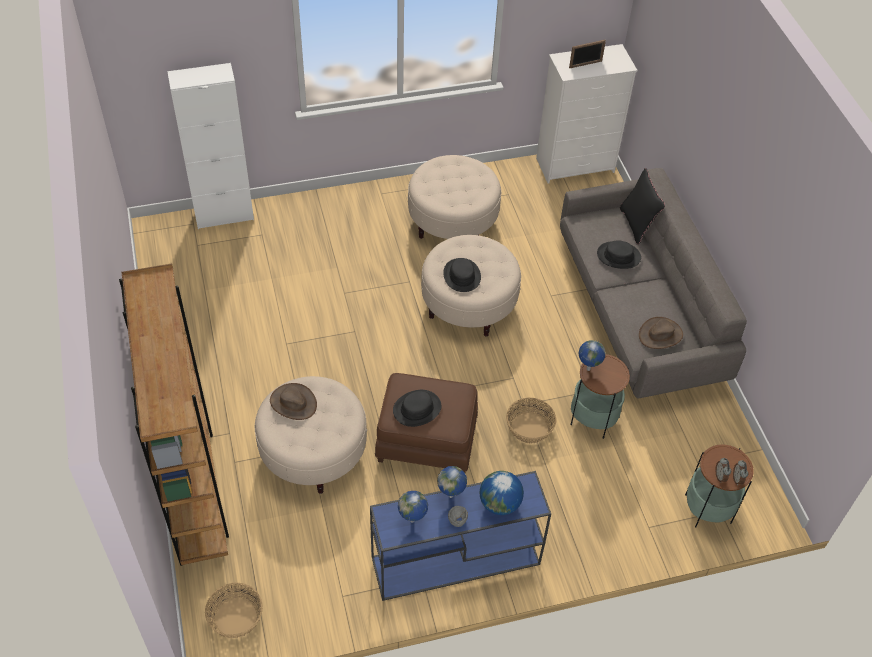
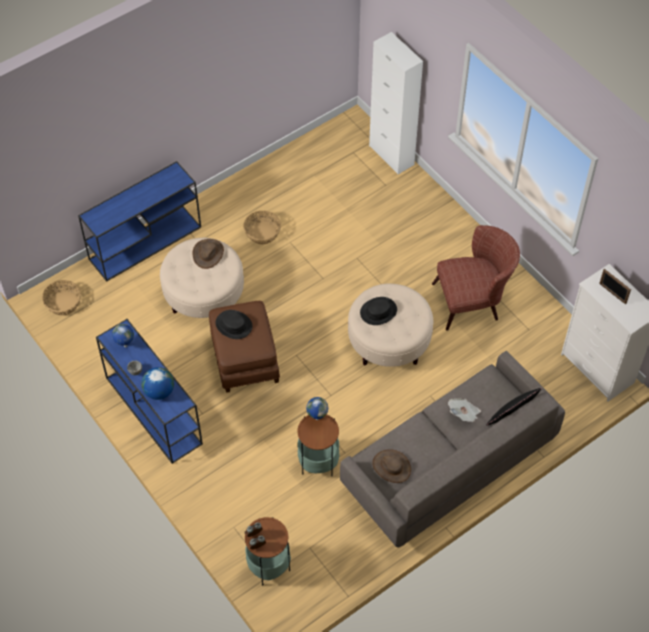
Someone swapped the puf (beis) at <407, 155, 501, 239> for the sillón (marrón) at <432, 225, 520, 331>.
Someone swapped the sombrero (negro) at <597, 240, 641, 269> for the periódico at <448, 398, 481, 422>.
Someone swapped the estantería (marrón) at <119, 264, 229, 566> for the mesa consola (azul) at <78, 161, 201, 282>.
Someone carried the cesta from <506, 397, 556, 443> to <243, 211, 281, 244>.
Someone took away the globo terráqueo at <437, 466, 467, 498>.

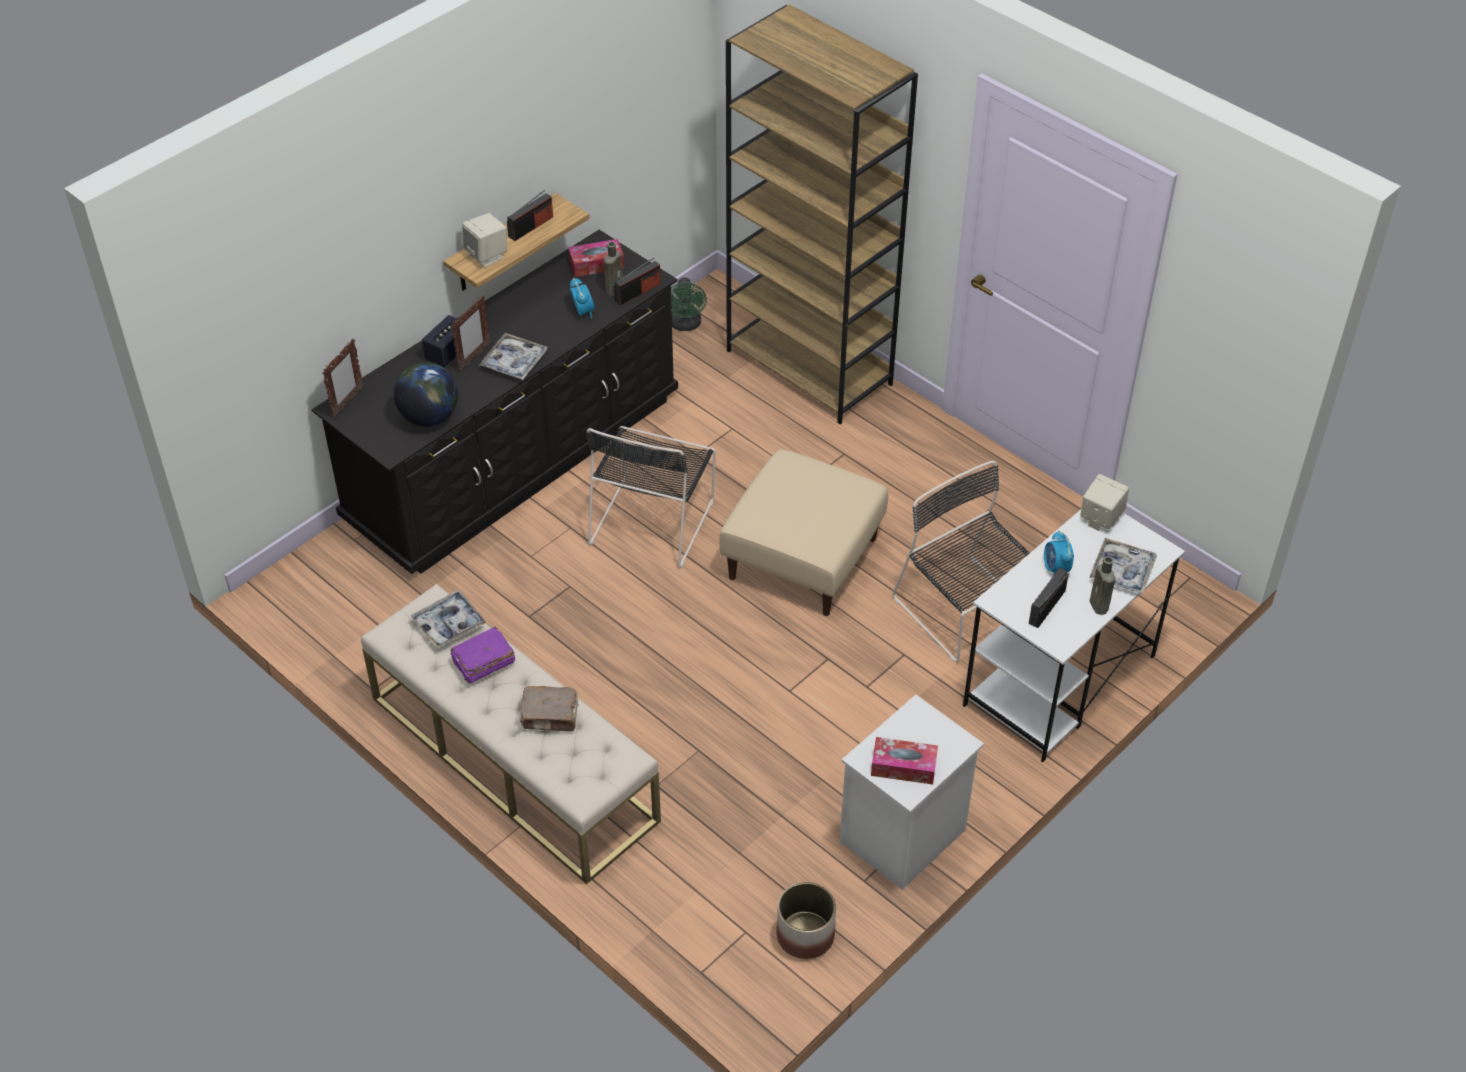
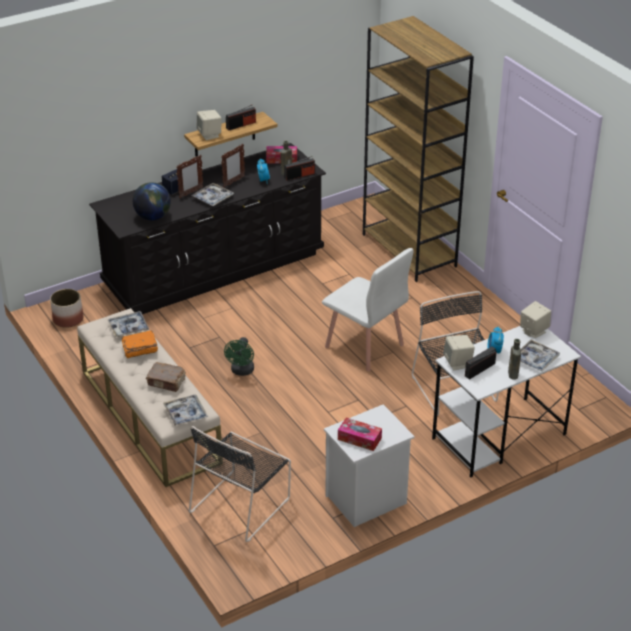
Someone carried the ventilador (verde) from <671, 277, 707, 331> to <224, 337, 254, 376>.
Someone carried the portarretratos from <322, 339, 363, 418> to <221, 144, 245, 188>.
Someone carried the silla (negro) from <586, 426, 716, 569> to <189, 426, 291, 542>.
Someone swapped the puf (beis) at <719, 449, 888, 616> for the silla (blanco) at <322, 248, 414, 371>.
Someone repainted the libro (morado) at <451, 627, 515, 684>, which became the libro (naranja) at <121, 330, 158, 358>.
Someone carried the maceta from <776, 882, 836, 959> to <50, 289, 83, 328>.
Someone put down the altavoz (beis) at <443, 335, 475, 370>.
Someone put down the bandeja at <163, 395, 208, 426>.

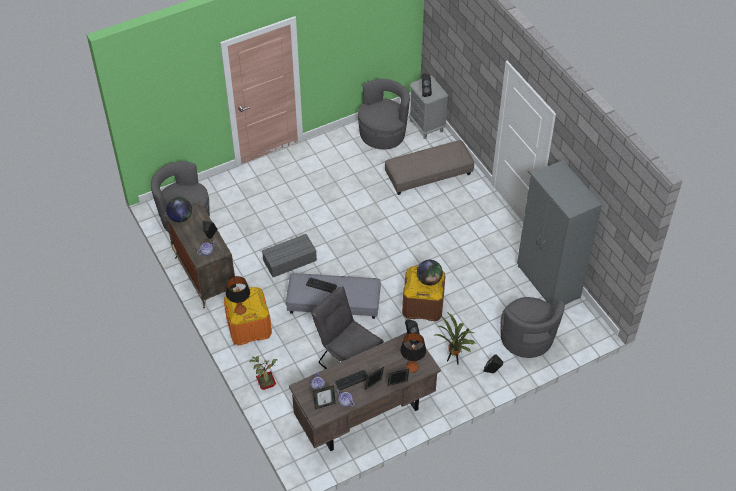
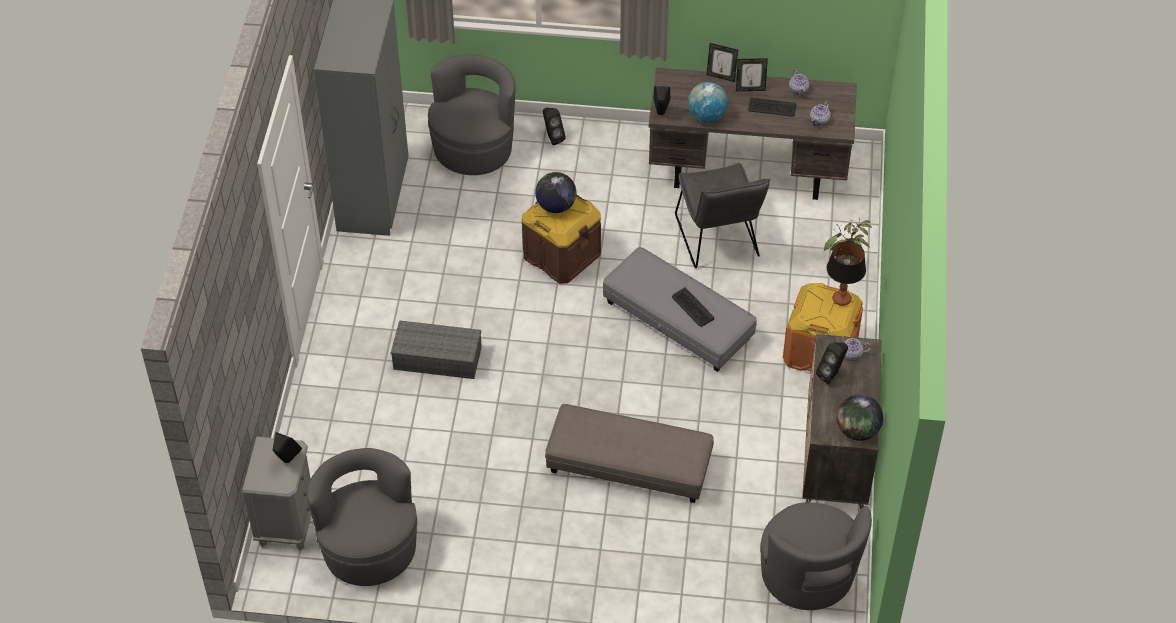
Someone rotated the sillón (gris) at <358, 79, 410, 149> by 90 degrees clockwise.
Someone carried the puf (gris) from <385, 140, 474, 195> to <545, 404, 714, 503>.
Someone carried the caja de almacenaje (gris) from <262, 234, 317, 277> to <391, 320, 482, 379>.
Someone took away the planta en maceta at <433, 312, 475, 365>.
Someone took away the lámpara de mesa at <400, 333, 426, 373>.
Someone took away the portarretratos at <313, 385, 335, 409>.
Someone put down the globo terráqueo at <688, 82, 728, 123>.

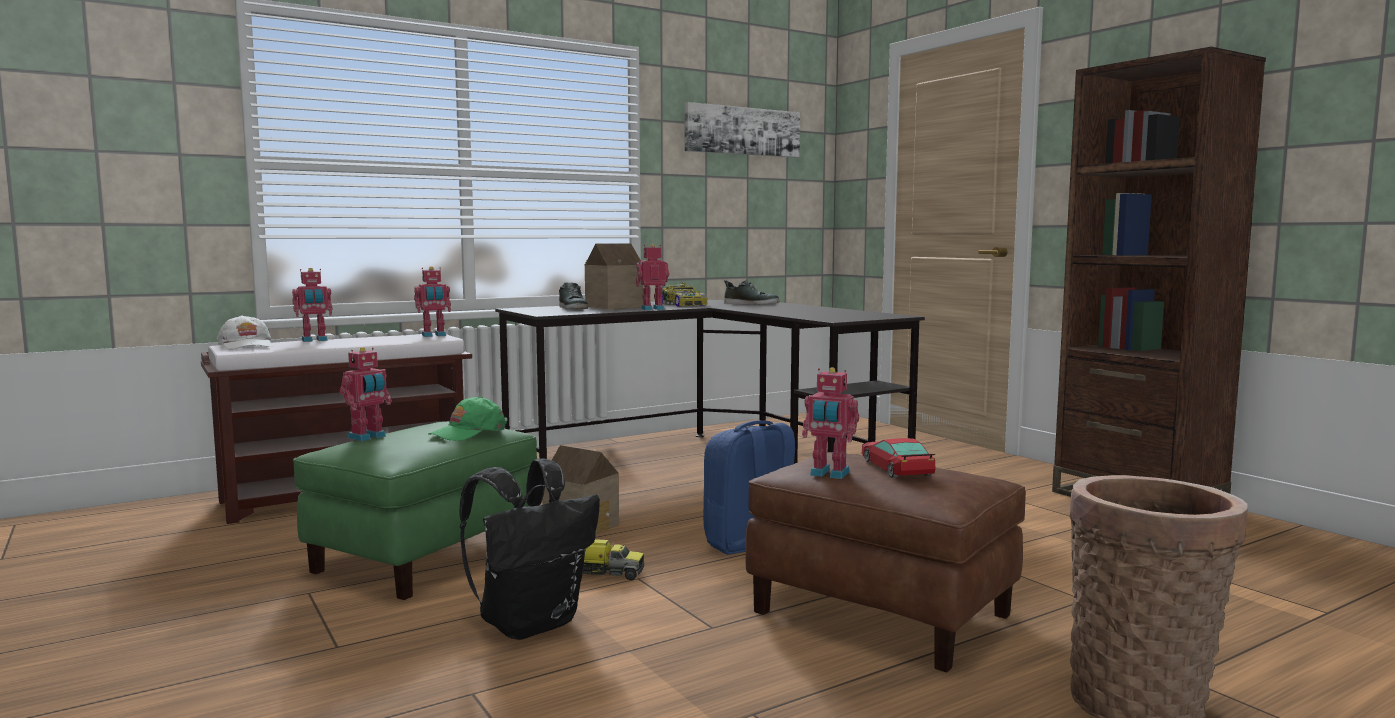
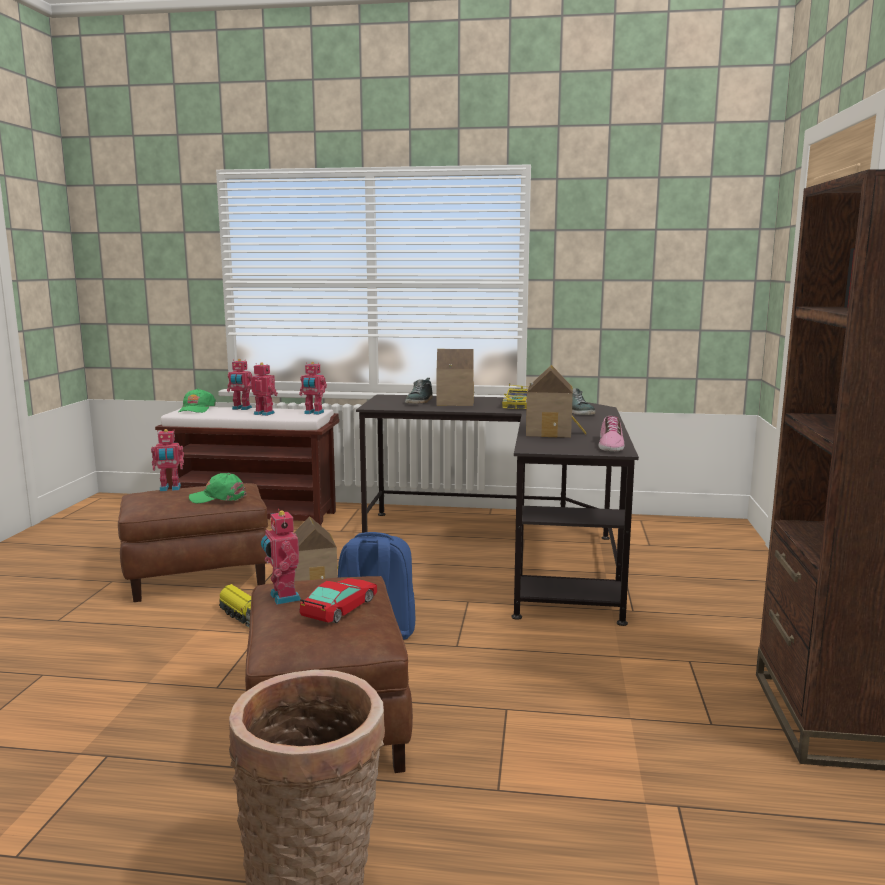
Someone took away the cuadro at <685, 102, 800, 158>.
Someone carried the robot de juguete from <636, 244, 669, 310> to <250, 363, 278, 416>.
Someone repainted the gorra (blanco) at <217, 315, 272, 350>, which became the gorra (verde) at <178, 388, 216, 413>.
Someone repainted the puf (verde) at <293, 421, 537, 600>, which became the puf (marrón) at <118, 483, 268, 602>.
Someone took away the mochila (negro) at <460, 459, 600, 640>.
Someone put down the casita at <526, 365, 586, 438>.
Someone put down the zapato at <599, 416, 625, 451>.

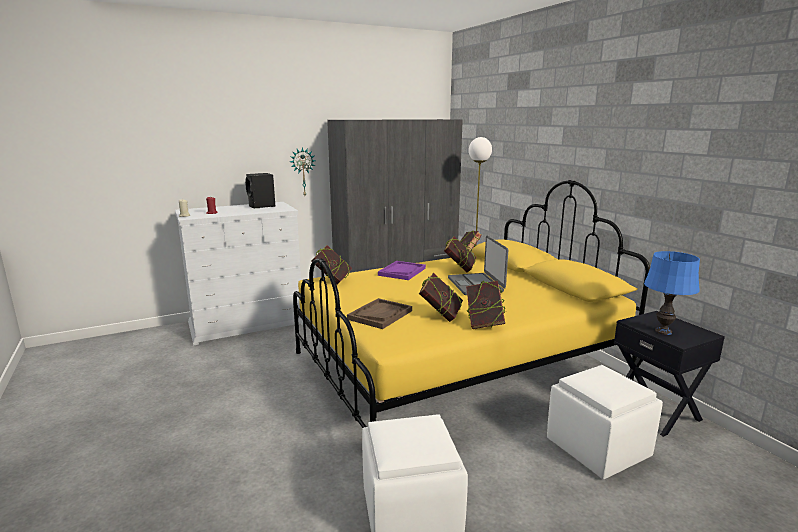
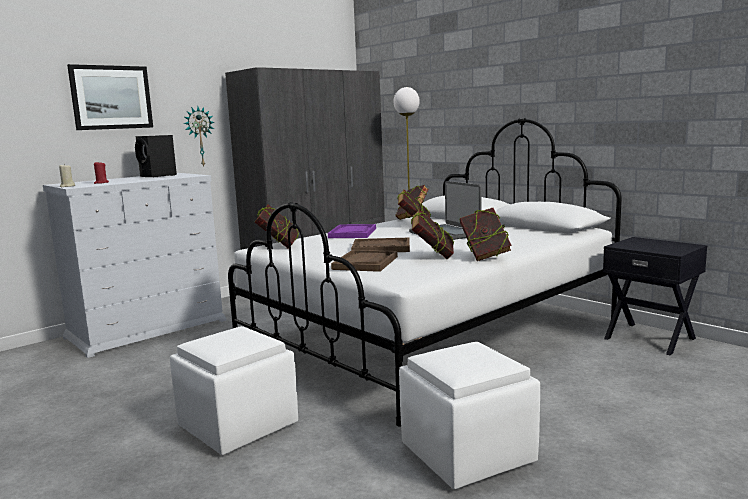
Someone repainted the cama (amarillo) at <293, 180, 650, 428>, which became the cama (blanco) at <228, 118, 622, 427>.
Someone took away the lámpara de mesa (azul) at <644, 251, 700, 335>.
Someone carried the puf (blanco) from <547, 365, 663, 479> to <170, 326, 298, 455>.
Someone put up the cuadro at <67, 64, 153, 130>.
Someone put down the bandeja (marrón) at <351, 238, 410, 252>.

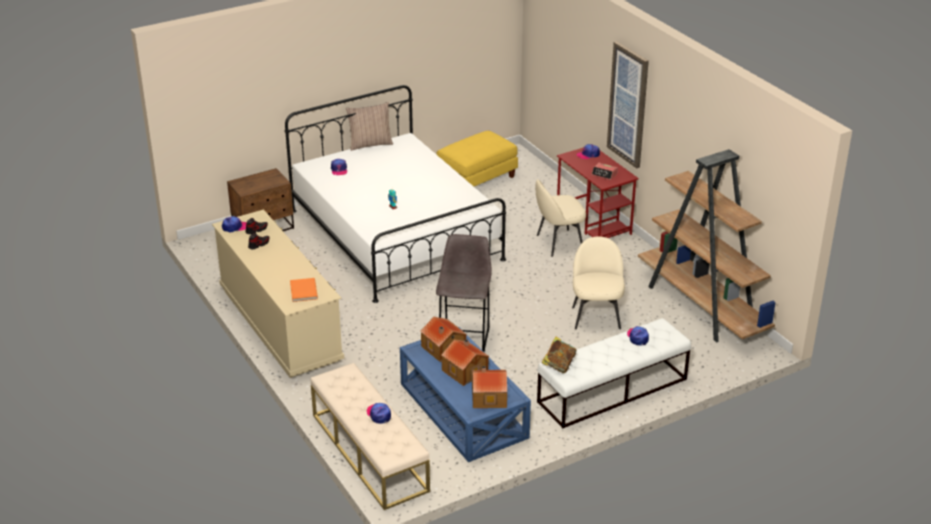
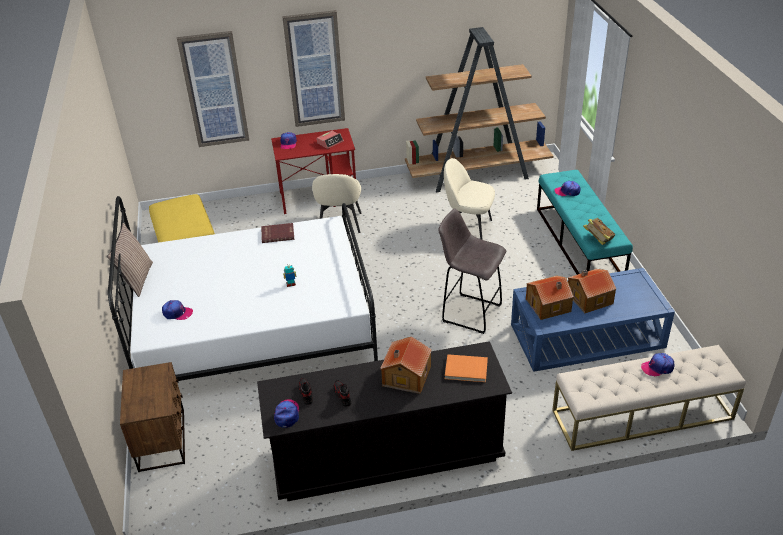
Someone repainted the cómoda (beis) at <212, 209, 344, 378>, which became the cómoda (negro) at <257, 341, 512, 501>.
Someone repainted the banco (blanco) at <537, 318, 691, 428>, which became the banco (turquesa) at <537, 170, 633, 275>.
Someone carried the casita from <472, 366, 507, 408> to <380, 336, 432, 394>.
Someone put up the cuadro at <177, 31, 249, 147>.
Someone put down the libro (rojo) at <261, 223, 294, 243>.

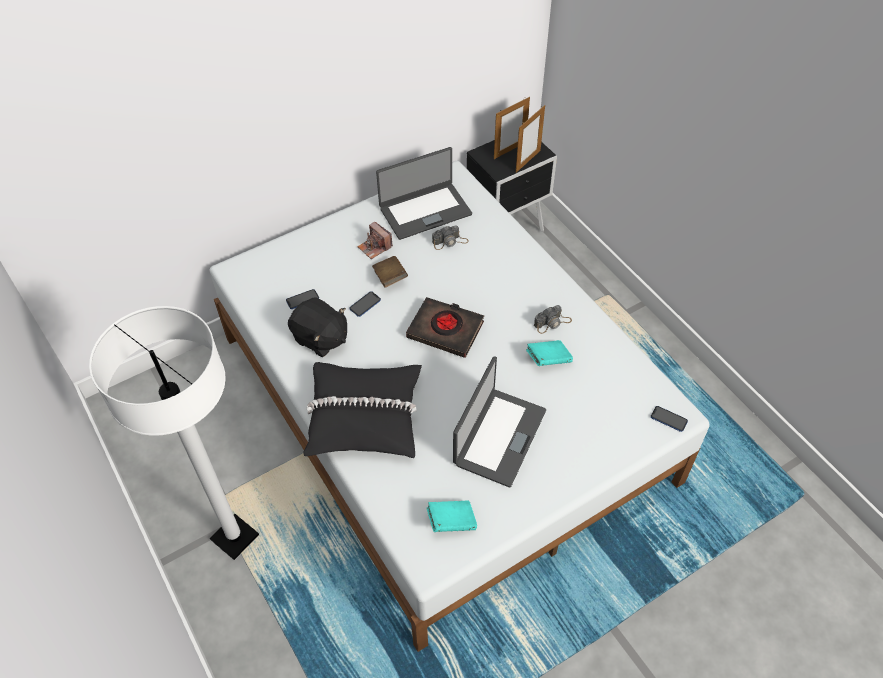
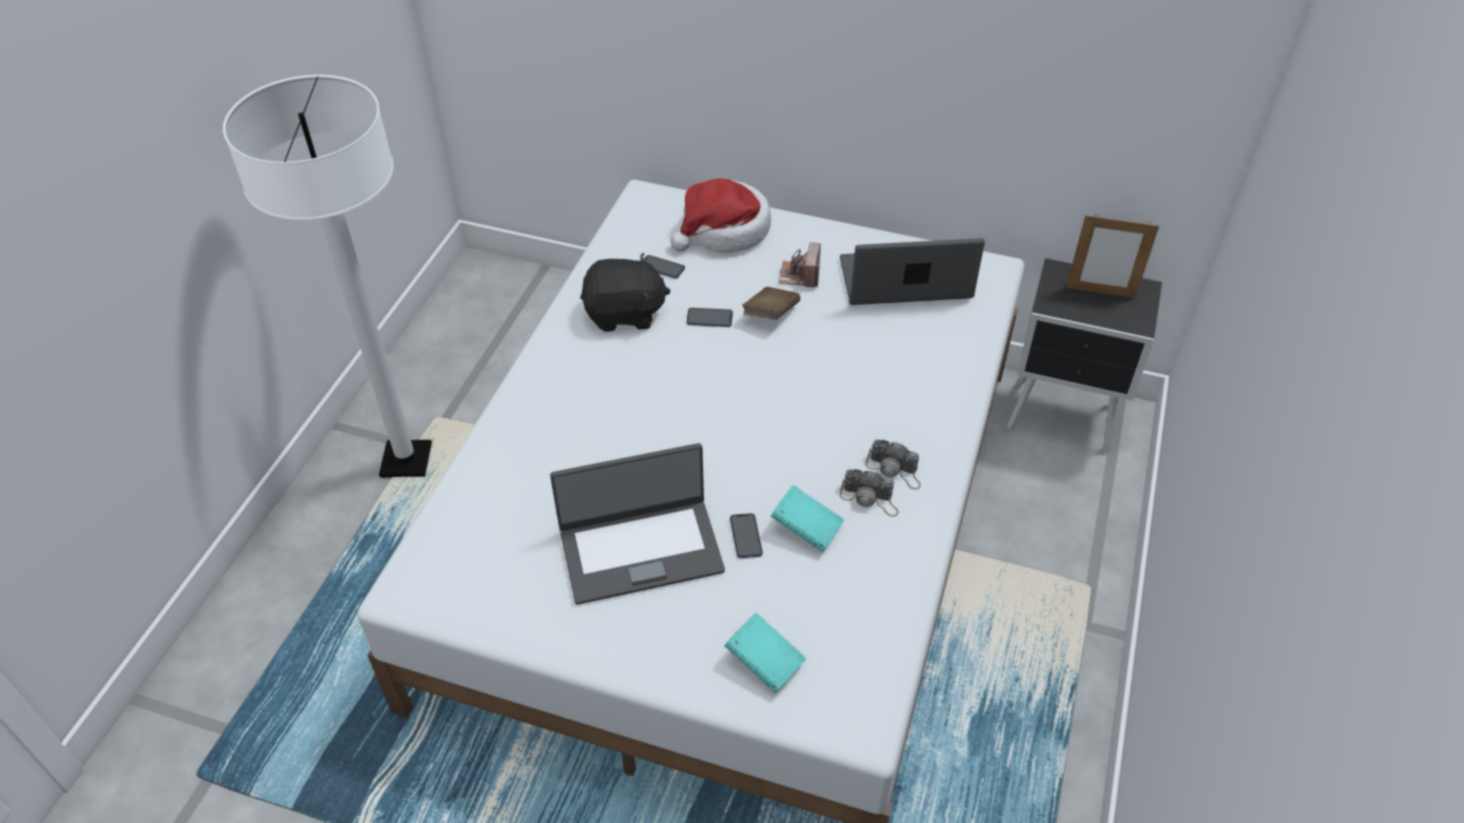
Someone took away the portarretratos at <516, 105, 545, 173>.
Someone rotated the portátil at <376, 147, 472, 240> by 150 degrees clockwise.
Someone carried the cámara from <432, 225, 469, 250> to <865, 439, 921, 490>.
Someone rotated the peluche (negro) at <288, 297, 347, 357> by 90 degrees counterclockwise.
Someone took away the libro (negro) at <406, 297, 484, 358>.
Someone took away the cojín (negro) at <304, 362, 422, 458>.
Someone carried the móvil from <651, 406, 688, 432> to <730, 513, 763, 558>.
Someone carried the libro (turquesa) from <427, 500, 477, 532> to <725, 613, 806, 694>.
Someone put down the sombrero at <670, 178, 771, 252>.

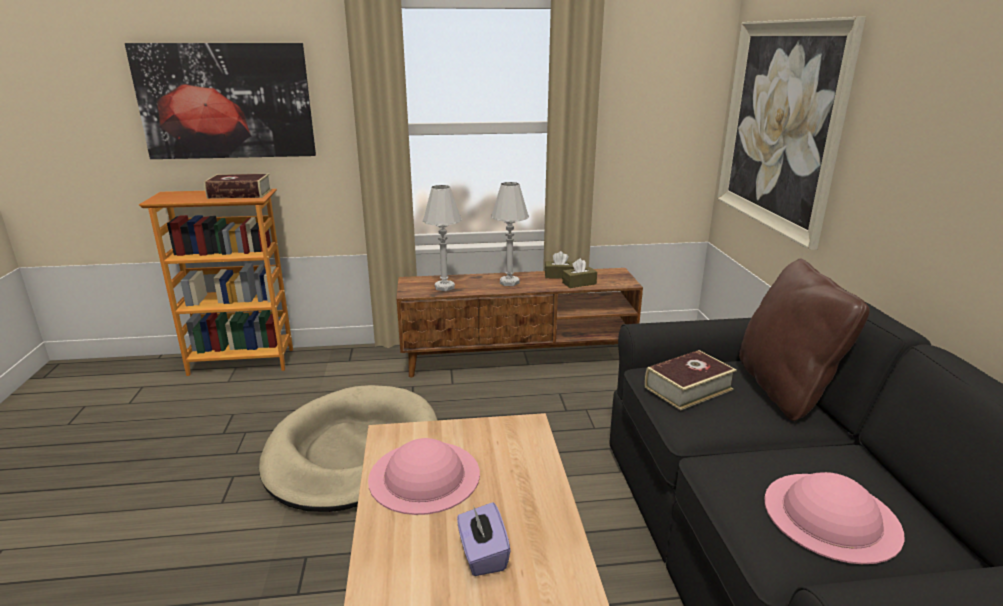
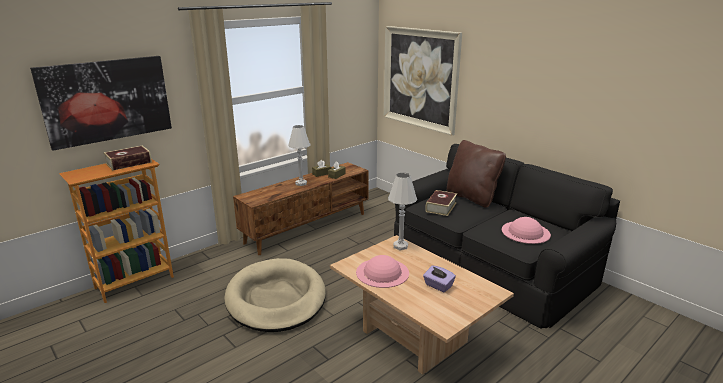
Someone carried the lámpara de mesa (blanco) from <423, 185, 462, 291> to <388, 173, 417, 250>.

